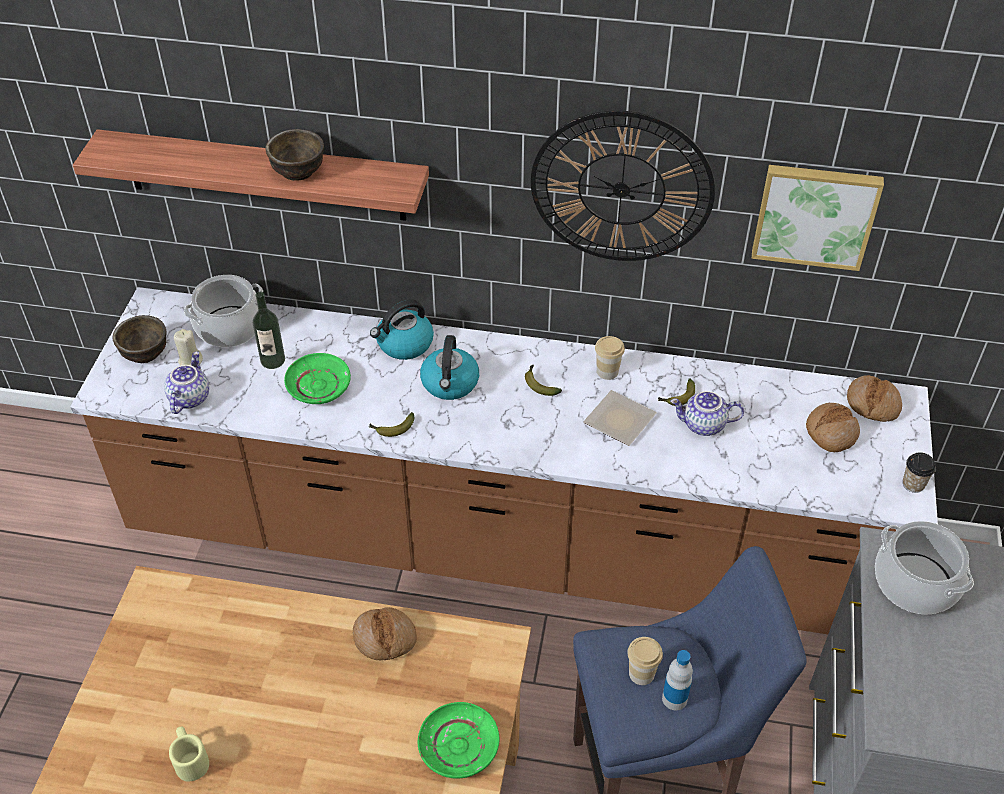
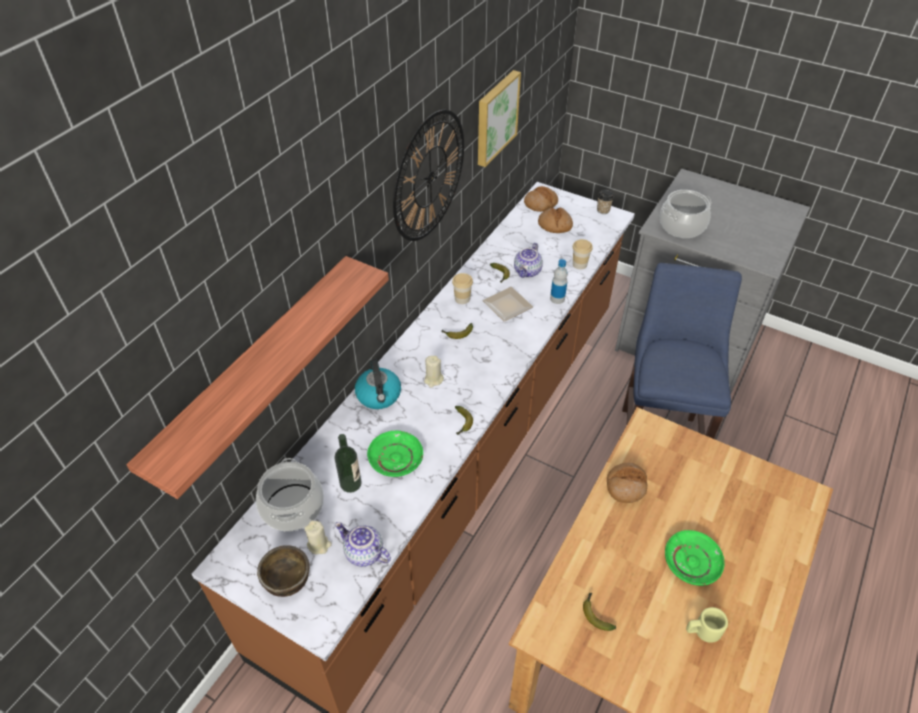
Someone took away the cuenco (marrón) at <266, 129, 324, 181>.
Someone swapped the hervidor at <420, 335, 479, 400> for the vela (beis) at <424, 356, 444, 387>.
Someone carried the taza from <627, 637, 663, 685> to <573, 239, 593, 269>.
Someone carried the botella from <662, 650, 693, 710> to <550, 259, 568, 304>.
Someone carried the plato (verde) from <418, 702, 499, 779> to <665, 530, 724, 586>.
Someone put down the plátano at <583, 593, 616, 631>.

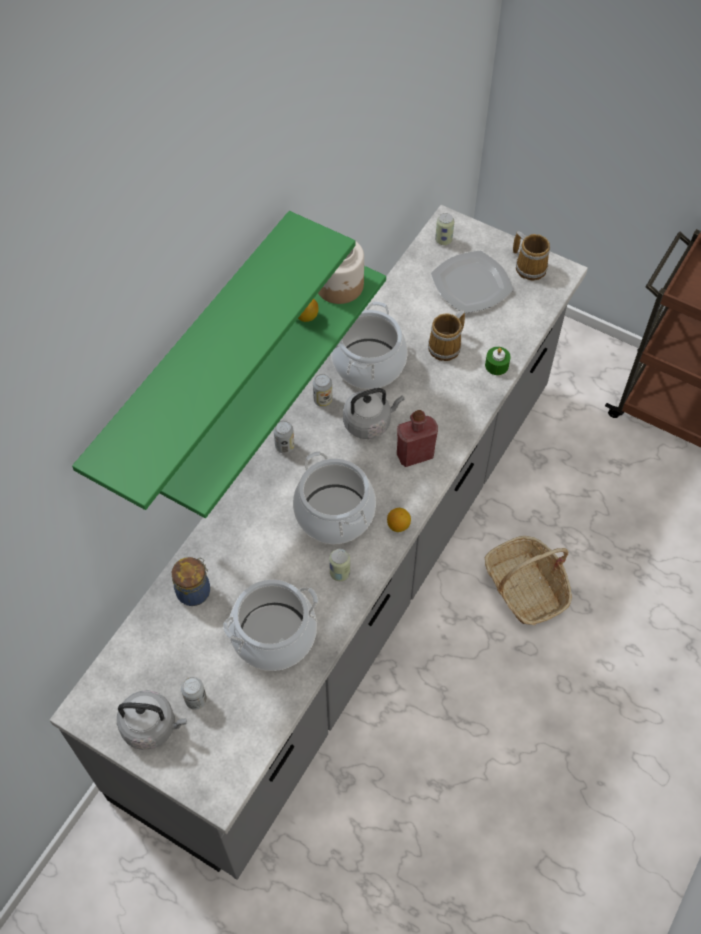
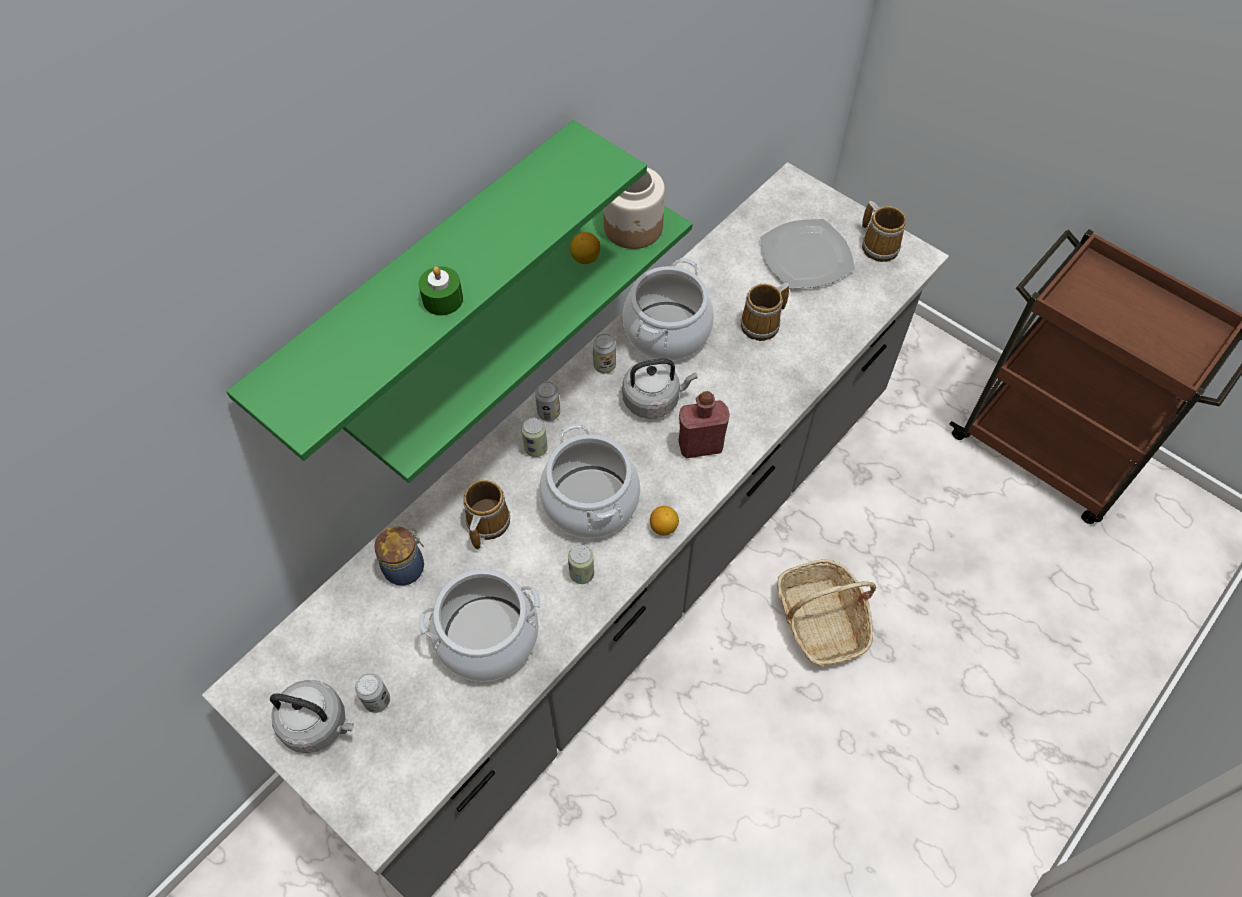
Someone carried the lata from <435, 213, 455, 245> to <521, 418, 548, 457>.
Someone carried the vela (verde) from <485, 347, 511, 375> to <418, 266, 463, 315>.
Someone put down the taza grande at <463, 480, 510, 550>.

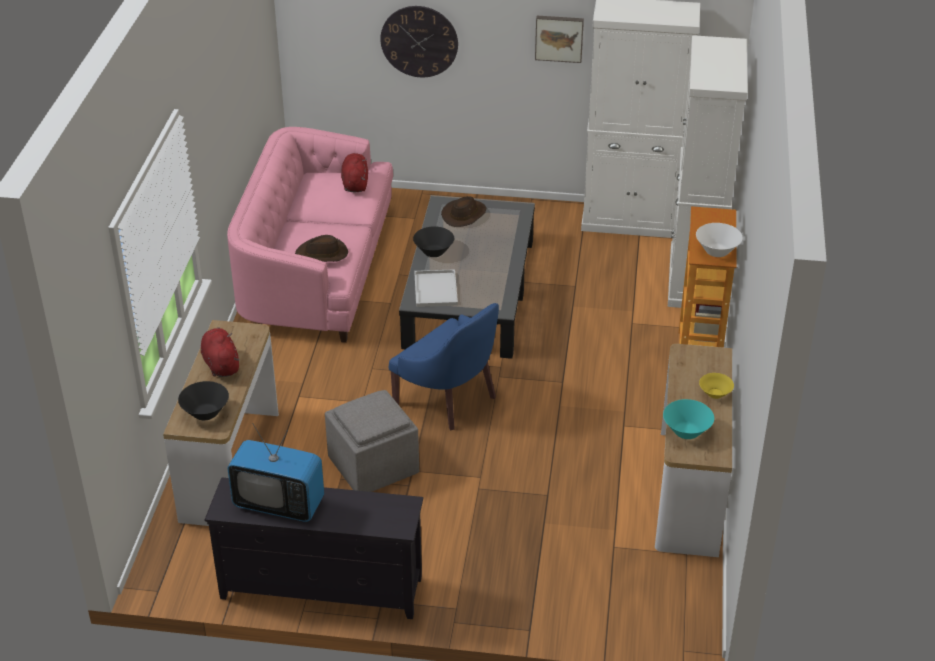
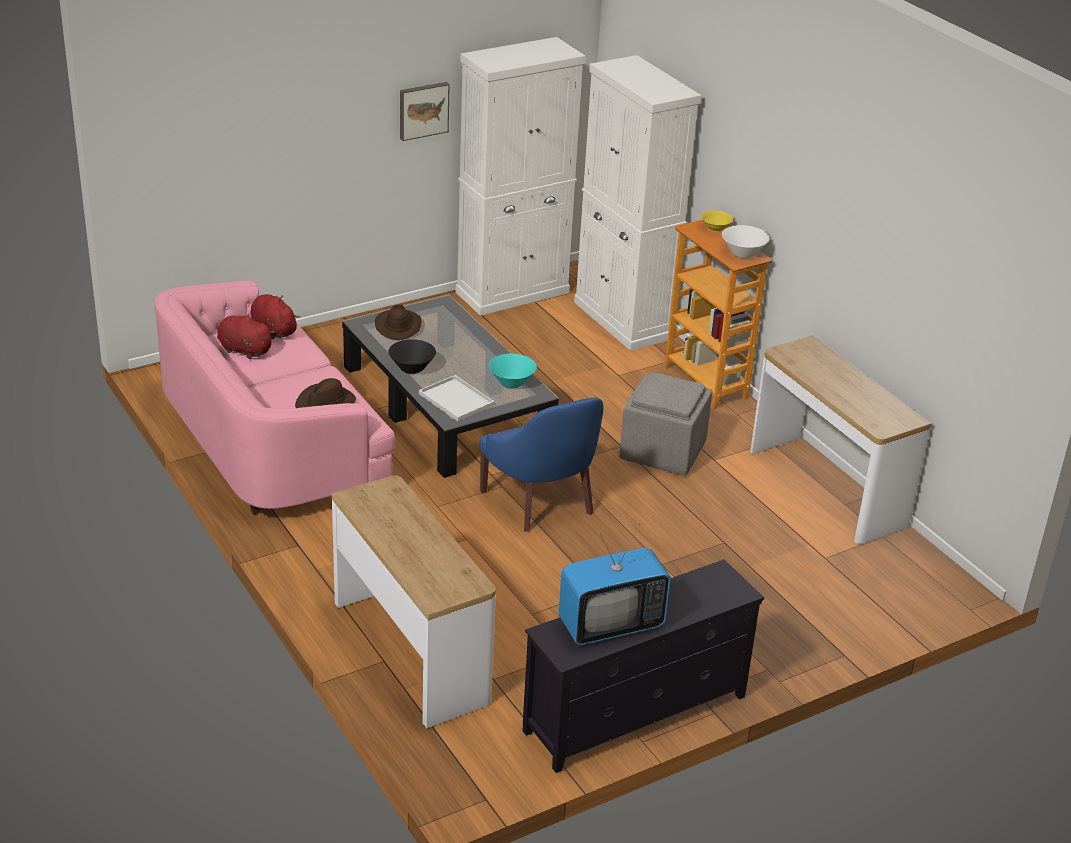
Someone took away the reloj de pared at <380, 6, 458, 77>.
Someone rotated the sillón (azul) at <389, 303, 499, 430> by 60 degrees clockwise.
Someone carried the peluche (rojo) from <201, 327, 240, 377> to <216, 314, 274, 359>.
Someone carried the cuenco (amarillo) from <699, 373, 734, 399> to <701, 210, 733, 232>.
Someone took away the cuenco (negro) at <178, 381, 229, 420>.
Someone carried the puf (gris) from <325, 390, 419, 492> to <619, 372, 713, 475>.
Someone carried the cuenco (turquesa) from <663, 399, 714, 439> to <489, 354, 537, 388>.

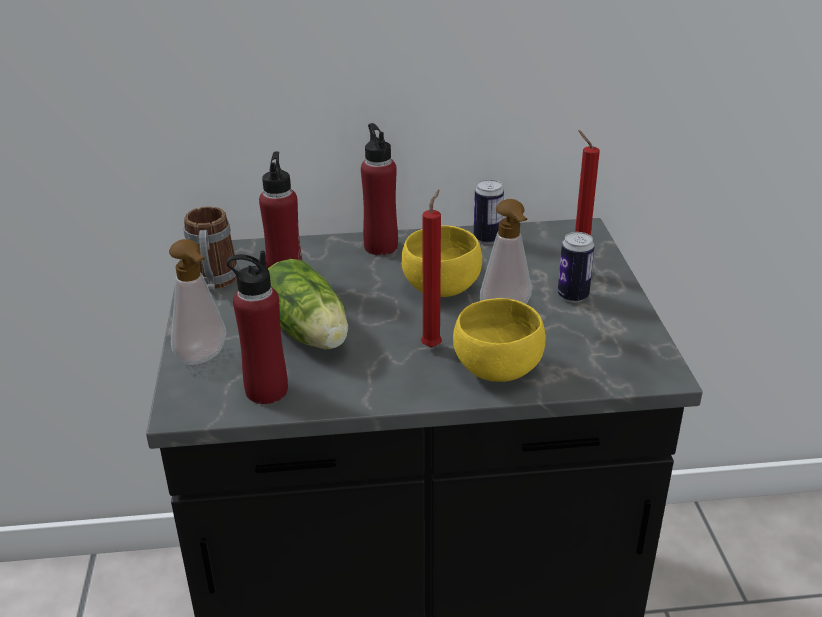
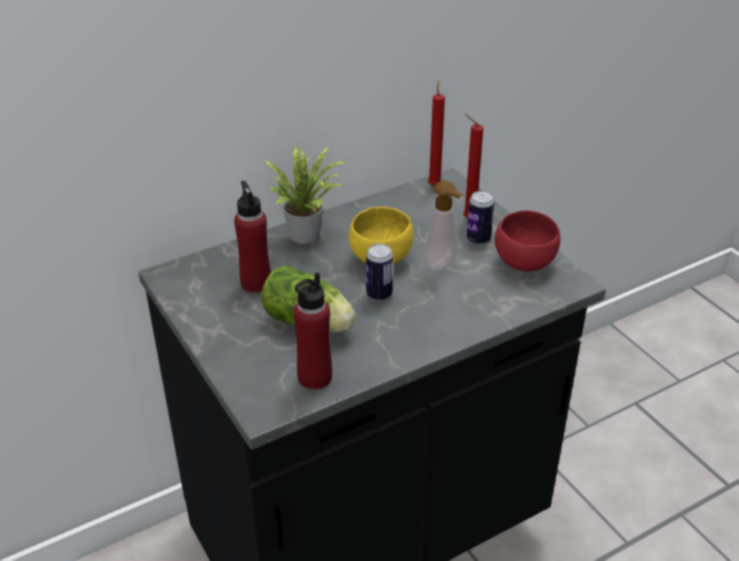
Someone swapped the botella (rojo) at <361, 123, 398, 255> for the planta en maceta at <263, 145, 346, 244>.
Someone carried the lata from <474, 179, 504, 244> to <366, 244, 393, 301>.
Someone carried the vela (rojo) from <421, 190, 442, 348> to <428, 80, 445, 186>.
Someone took away the taza grande at <183, 206, 239, 292>.
Someone took away the dispensador de jabón at <169, 239, 226, 365>.
Someone took away the cuenco (amarillo) at <453, 298, 546, 382>.
Someone put down the cuenco (rojo) at <495, 210, 560, 271>.

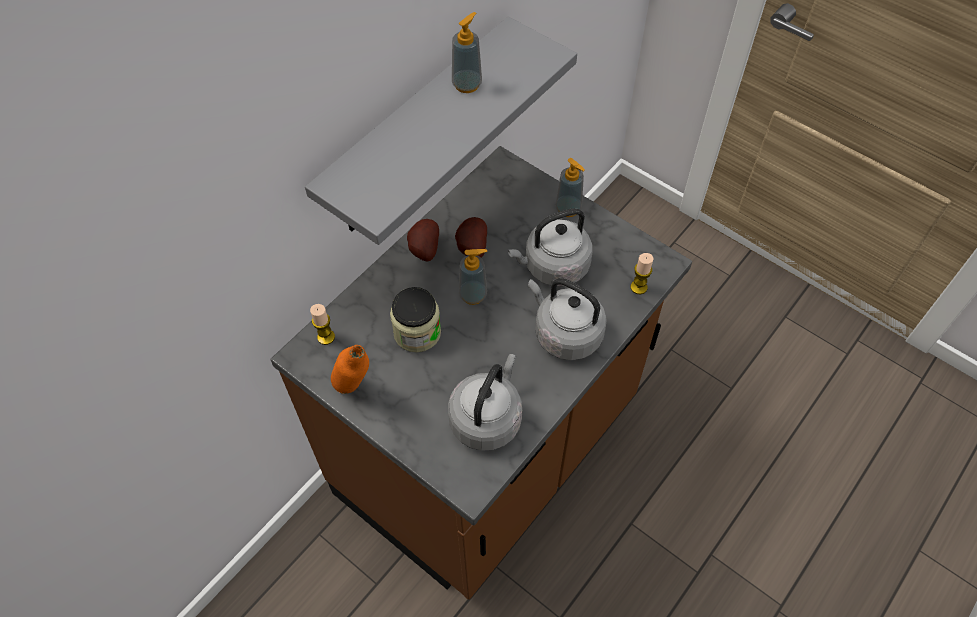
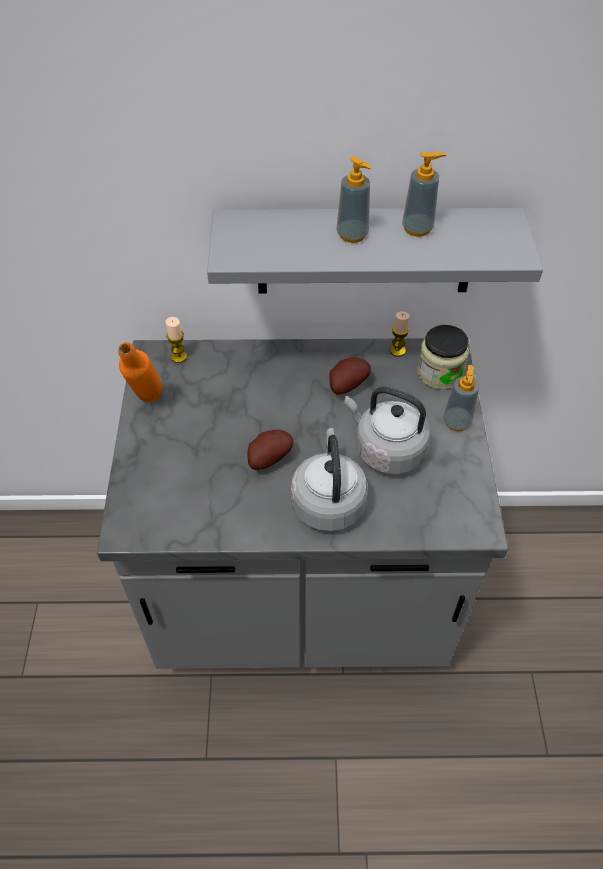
Someone repainted the mueble bajo de cocina (marrón) at <270, 146, 692, 600>, which became the mueble bajo de cocina (gris) at <97, 338, 508, 669>.
Someone carried the patata from <407, 219, 439, 262> to <247, 430, 293, 470>.
Someone carried the dispensador de jabón from <459, 249, 487, 305> to <336, 156, 372, 243>.
Someone carried the vela from <631, 253, 653, 294> to <389, 311, 410, 357>.
Someone carried the tarro from <390, 287, 441, 352> to <417, 325, 469, 390>.
Someone took away the hervidor (gris) at <448, 354, 522, 451>.

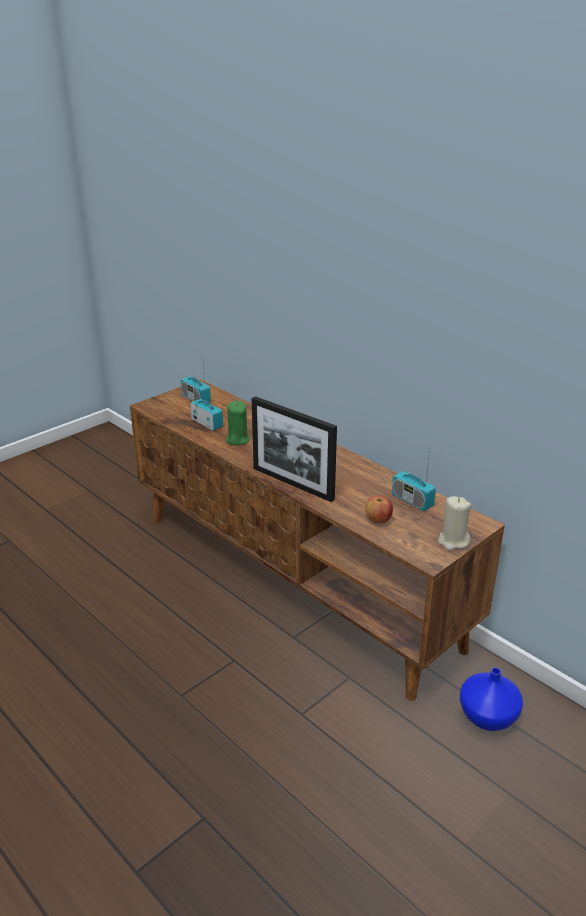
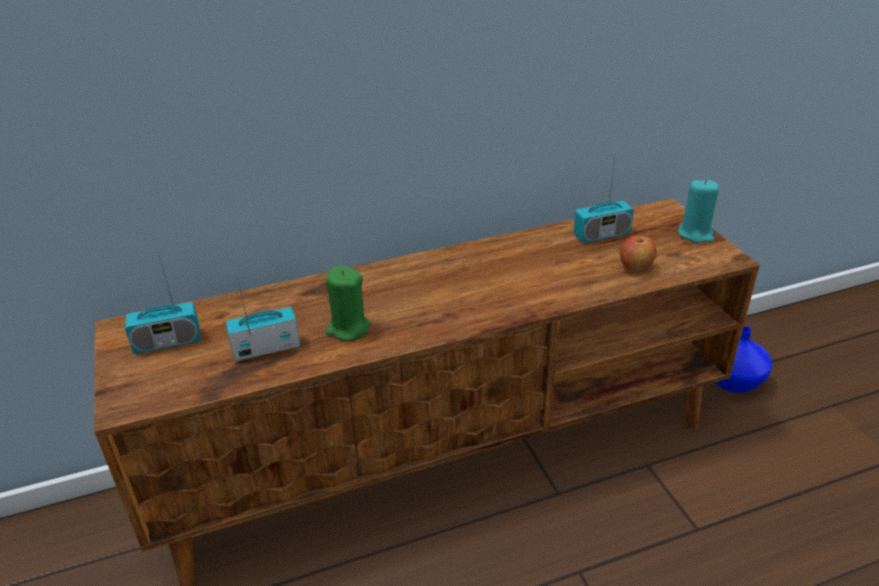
Someone took away the portarretratos at <252, 396, 337, 502>.
Someone repainted the vela (beis) at <438, 496, 471, 550>, which became the vela (turquesa) at <678, 179, 719, 243>.

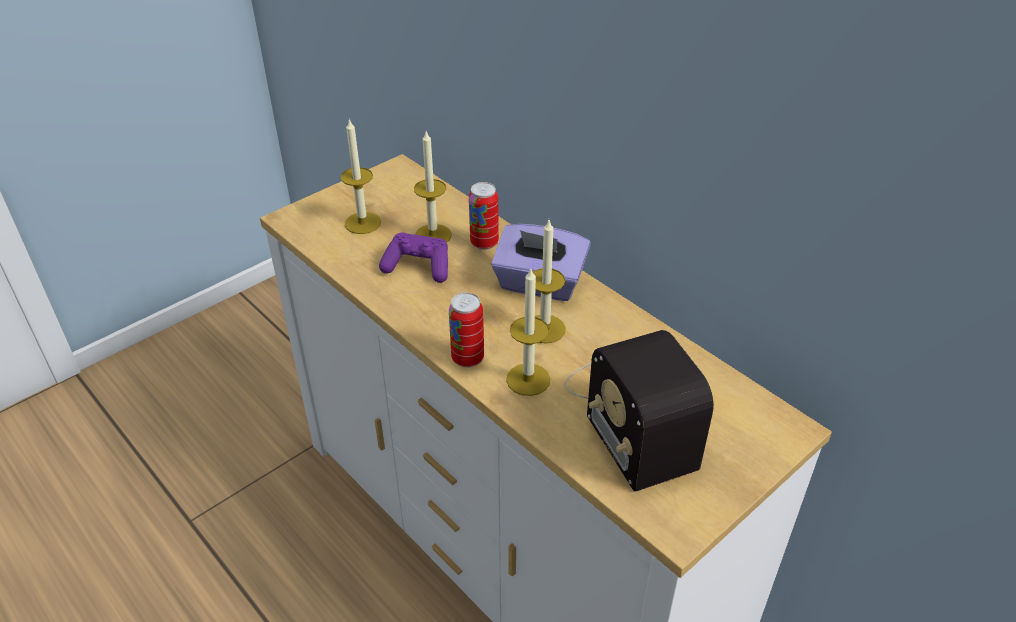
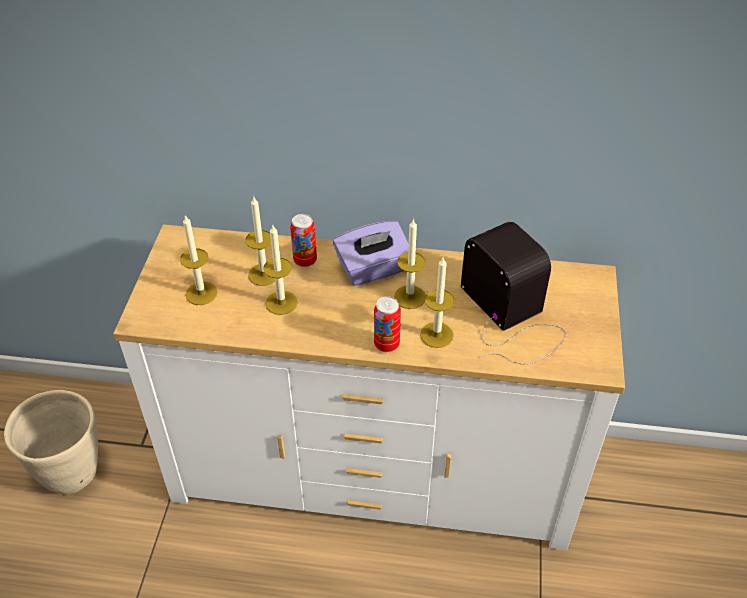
Someone swapped the mando de consola (morado) at <379, 233, 448, 283> for the vela at <263, 225, 298, 315>.
Someone rotated the radio at <565, 330, 714, 491> by 150 degrees counterclockwise.
Someone put down the maceta (beis) at <4, 390, 98, 495>.

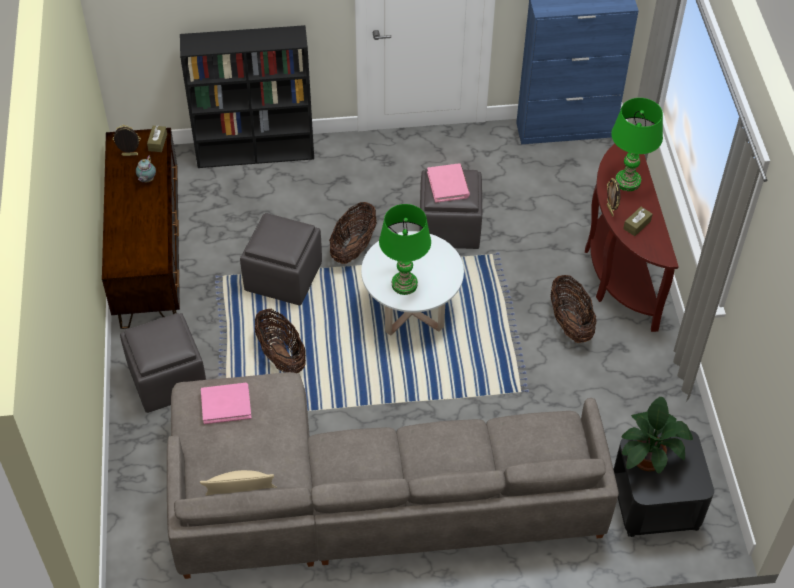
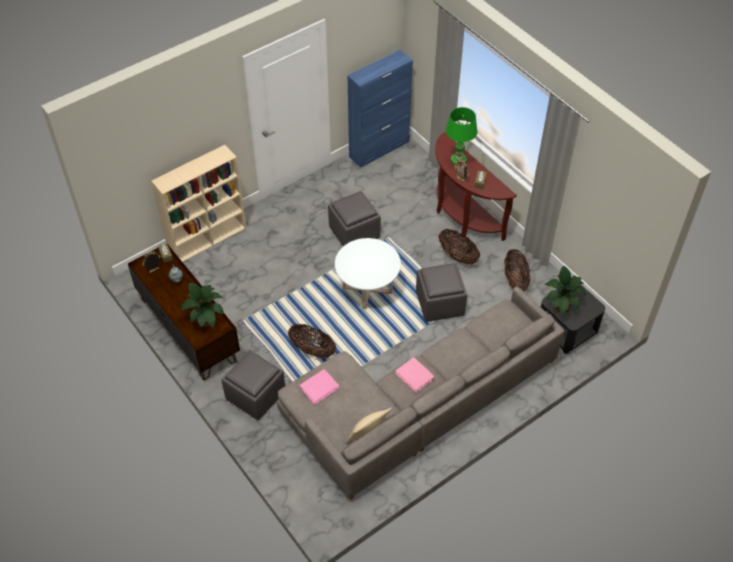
Someone repainted the estantería (negro) at <180, 25, 314, 168>, which became the estantería (beis) at <151, 145, 247, 262>.
Someone carried the libro (rosa) from <427, 163, 470, 203> to <395, 357, 435, 393>.
Someone carried the cesta from <329, 202, 377, 264> to <504, 249, 530, 291>.
Someone took away the lámpara de mesa (verde) at <379, 204, 431, 295>.
Someone carried the puf (gris) from <240, 213, 322, 306> to <416, 263, 467, 322>.
Someone put down the planta en maceta at <180, 283, 224, 327>.

